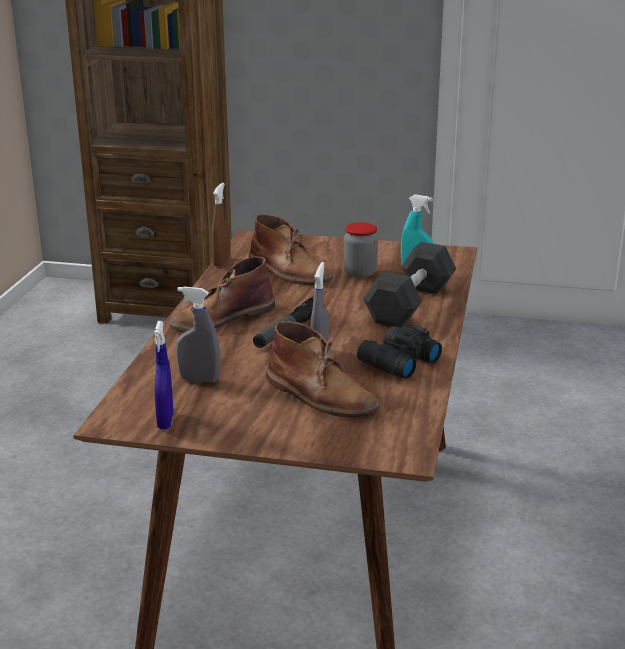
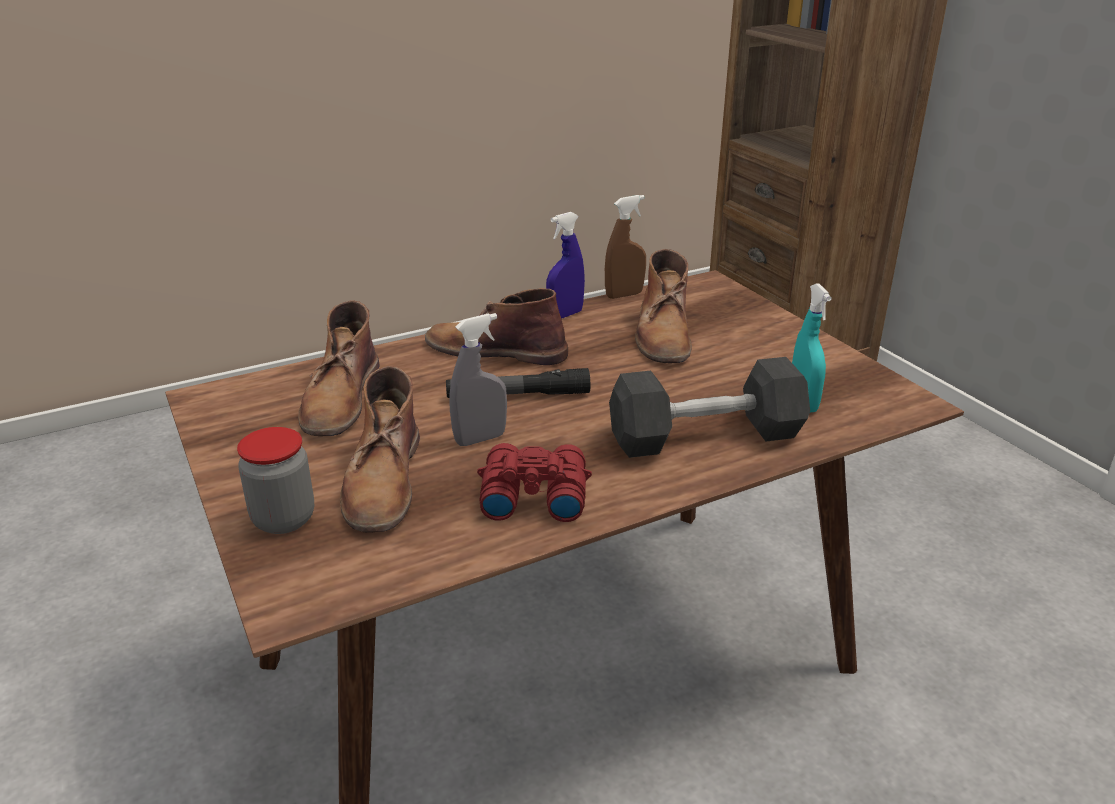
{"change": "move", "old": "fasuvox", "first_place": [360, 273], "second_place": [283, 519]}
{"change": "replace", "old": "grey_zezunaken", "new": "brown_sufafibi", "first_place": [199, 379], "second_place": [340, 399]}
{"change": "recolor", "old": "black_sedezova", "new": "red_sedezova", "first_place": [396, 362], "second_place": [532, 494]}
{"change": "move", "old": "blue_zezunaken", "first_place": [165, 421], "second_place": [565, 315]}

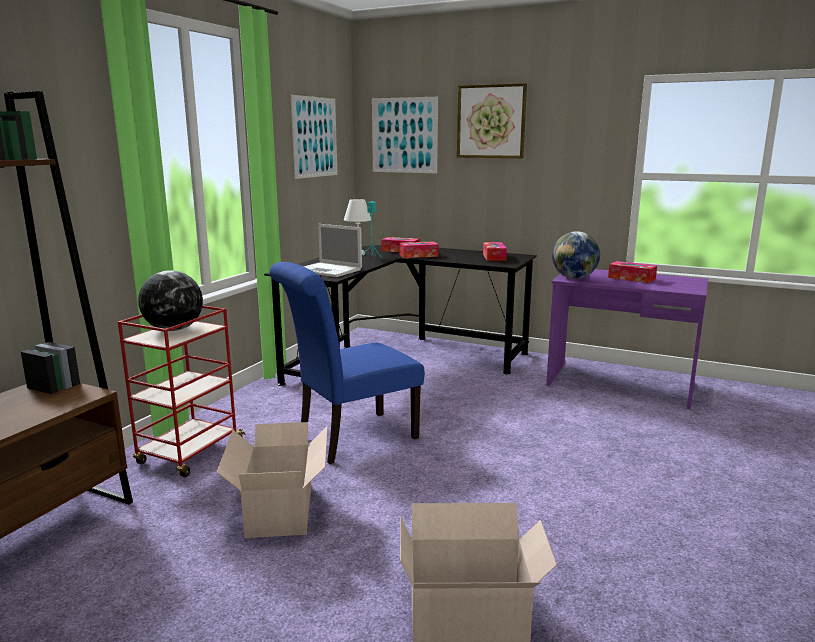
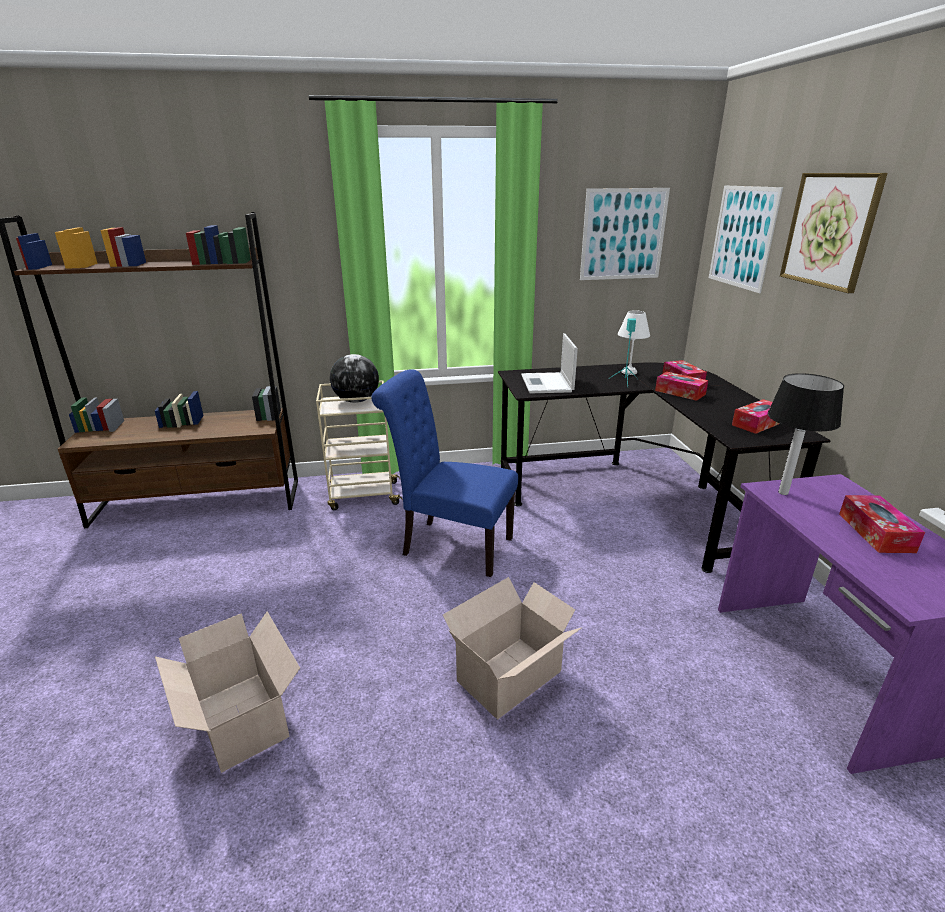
{"change": "recolor", "old": "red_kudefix", "new": "beige_kudefix", "first_place": [190, 454], "second_place": [363, 496]}
{"change": "move", "old": "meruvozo", "first_place": [281, 509], "second_place": [512, 675]}
{"change": "replace", "old": "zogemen", "new": "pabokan", "first_place": [574, 278], "second_place": [783, 493]}

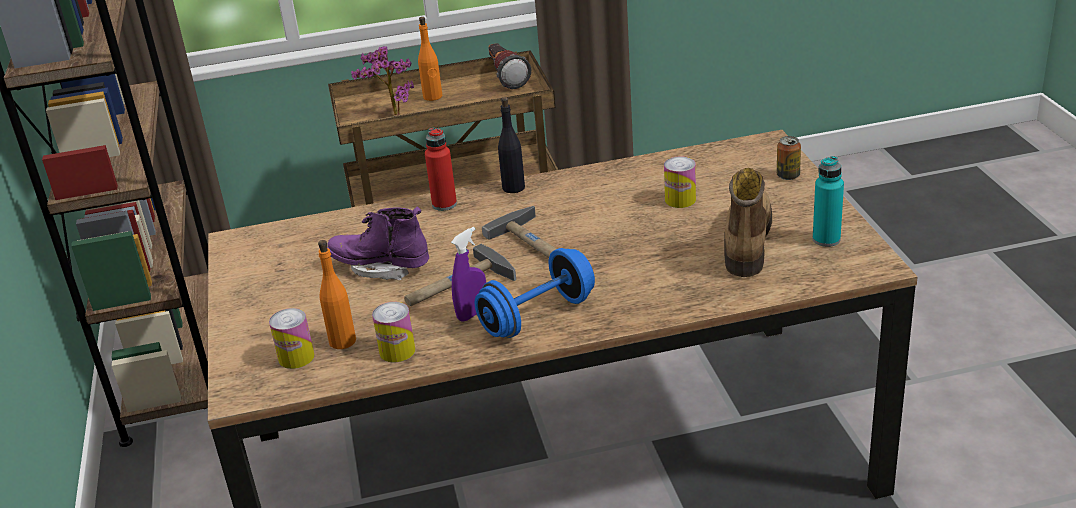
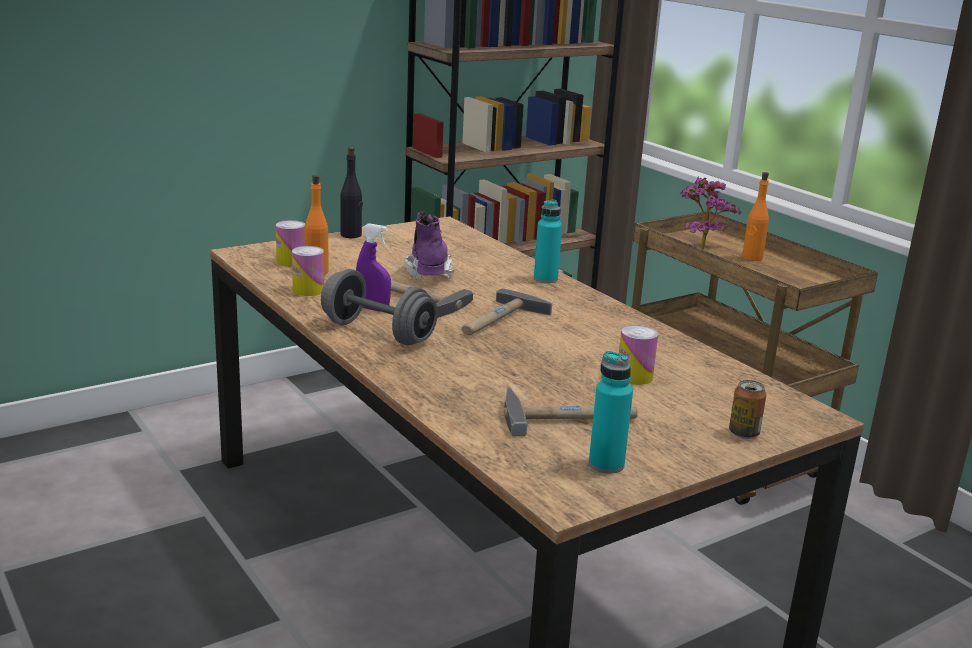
{"change": "recolor", "old": "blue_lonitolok", "new": "grey_lonitolok", "first_place": [537, 316], "second_place": [378, 333]}
{"change": "move", "old": "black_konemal", "first_place": [514, 187], "second_place": [351, 235]}
{"change": "replace", "old": "sufafibi", "new": "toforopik", "first_place": [746, 242], "second_place": [569, 417]}
{"change": "recolor", "old": "red_konemal", "new": "turquoise_konemal", "first_place": [444, 204], "second_place": [545, 279]}
{"change": "delete", "old": "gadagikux", "first_place": [505, 76]}

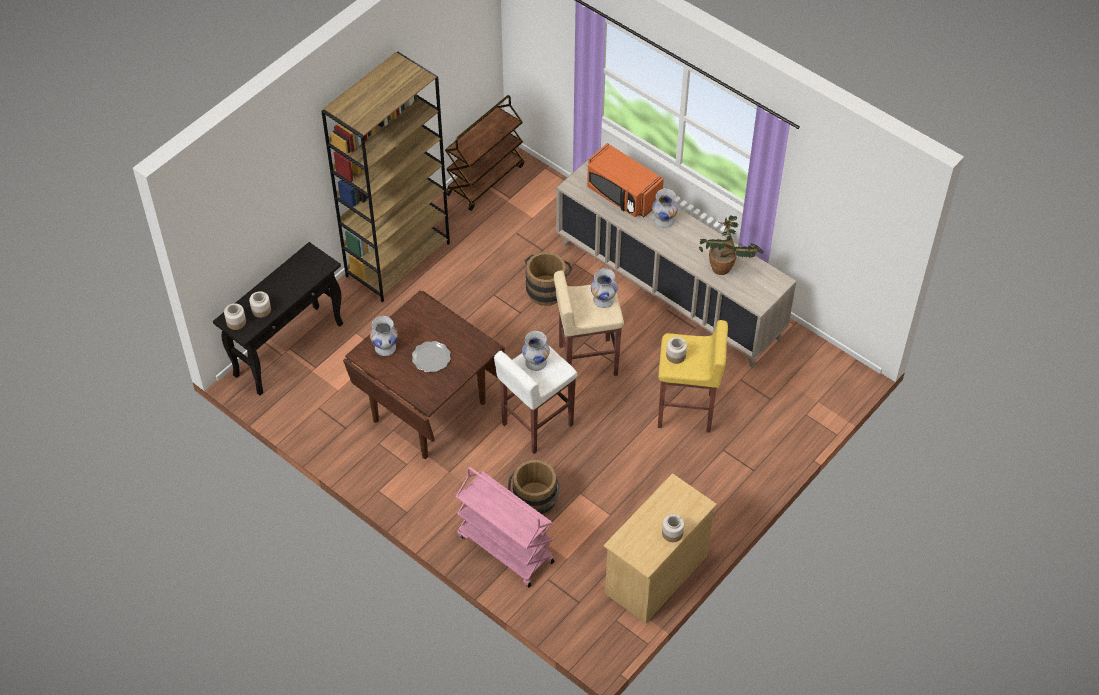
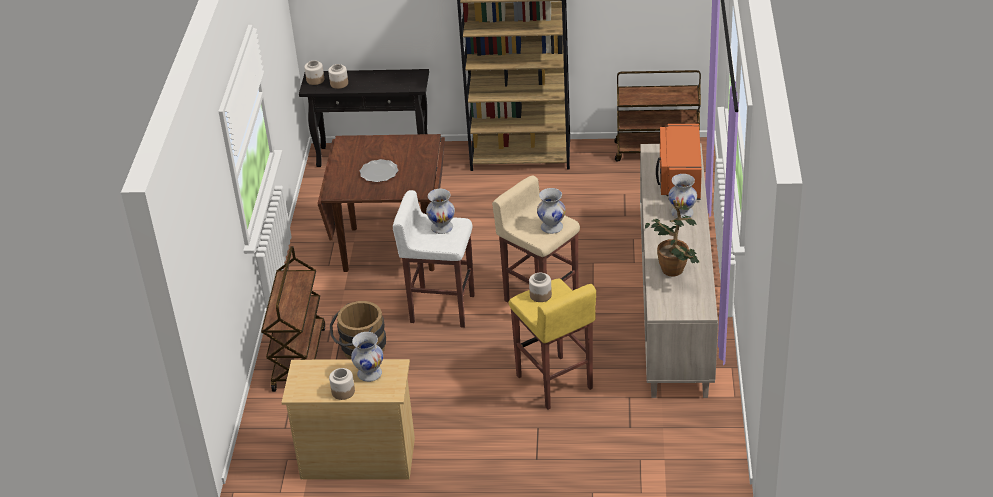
{"change": "recolor", "old": "pink_kudefix", "new": "brown_kudefix", "first_place": [504, 548], "second_place": [298, 358]}
{"change": "move", "old": "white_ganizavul", "first_place": [385, 348], "second_place": [369, 373]}
{"change": "delete", "old": "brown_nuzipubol", "first_place": [547, 288]}

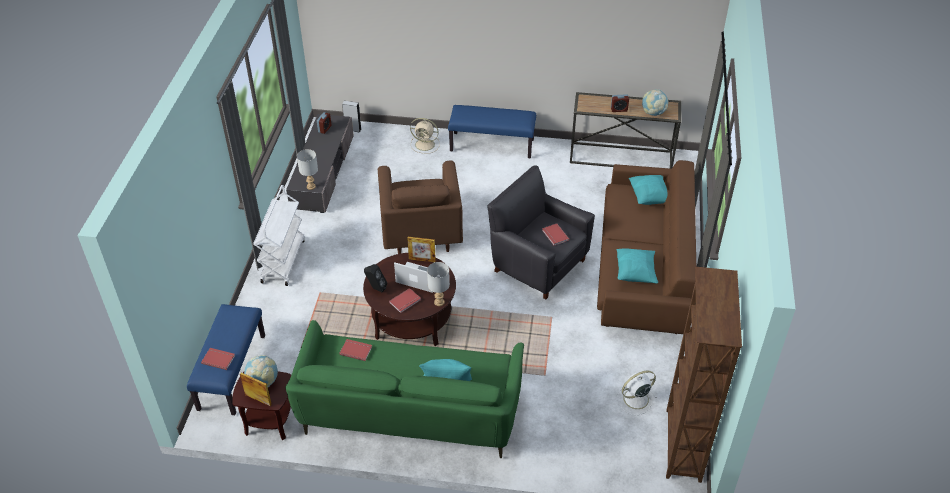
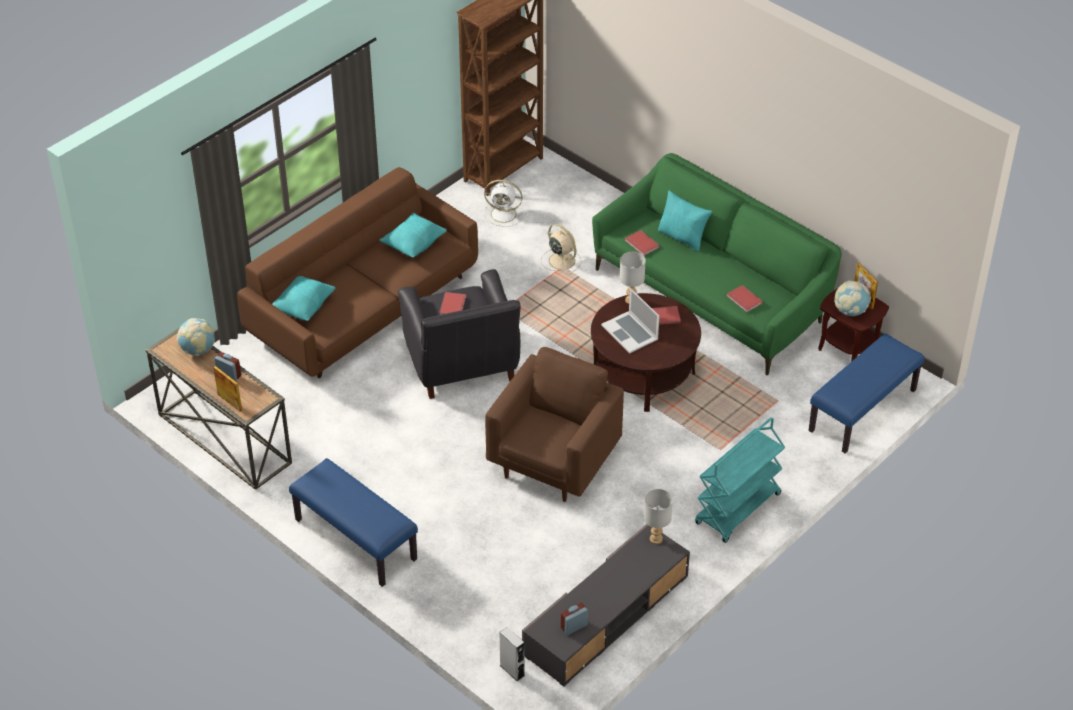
{"change": "move", "old": "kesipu", "first_place": [422, 260], "second_place": [229, 402]}
{"change": "move", "old": "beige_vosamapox", "first_place": [425, 145], "second_place": [561, 260]}
{"change": "move", "old": "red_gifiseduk", "first_place": [218, 359], "second_place": [641, 244]}
{"change": "recolor", "old": "white_kudefix", "new": "turquoise_kudefix", "first_place": [283, 260], "second_place": [738, 510]}
{"change": "delete", "old": "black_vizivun", "first_place": [376, 288]}

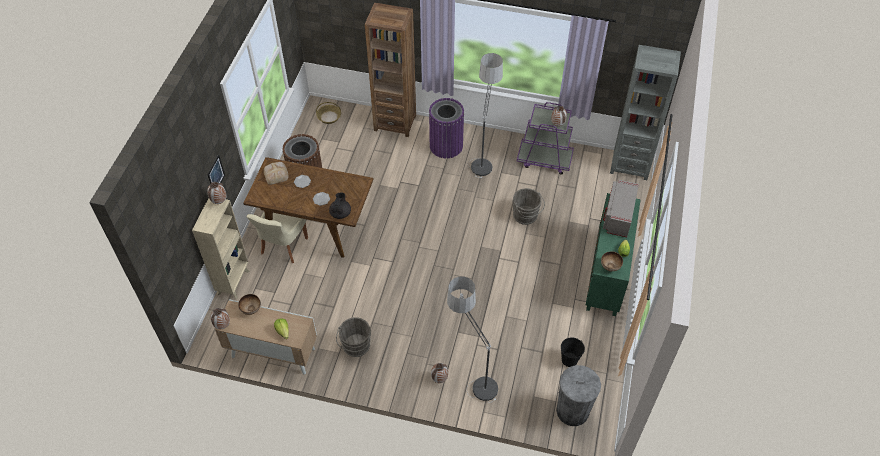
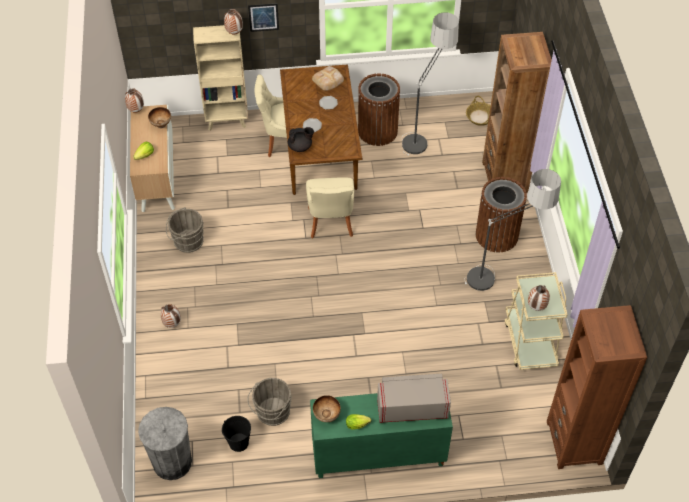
{"change": "move", "old": "grey_nuzipubol", "first_place": [526, 216], "second_place": [271, 413]}
{"change": "insert", "new": "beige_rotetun", "second_place": [331, 223]}
{"change": "move", "old": "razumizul", "first_place": [471, 375], "second_place": [424, 132]}
{"change": "recolor", "old": "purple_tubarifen", "new": "brown_tubarifen", "first_place": [446, 146], "second_place": [497, 235]}
{"change": "recolor", "old": "purple_kudefix", "new": "beige_kudefix", "first_place": [544, 159], "second_place": [530, 342]}
{"change": "recolor", "old": "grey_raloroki", "new": "brown_raloroki", "first_place": [630, 165], "second_place": [574, 442]}

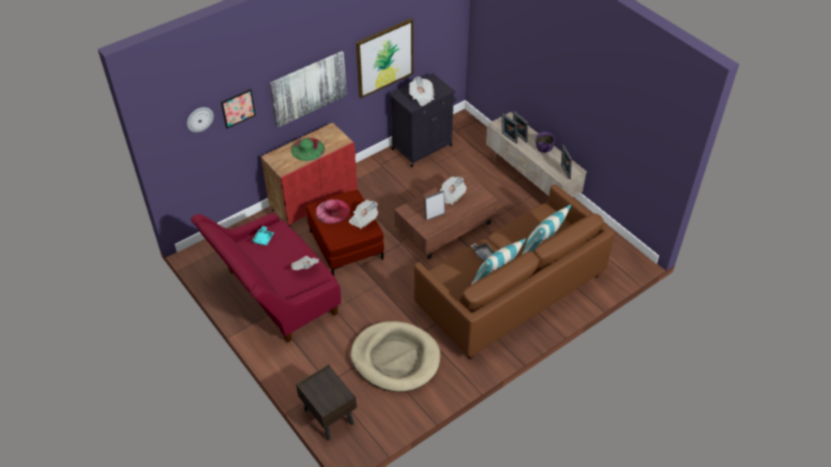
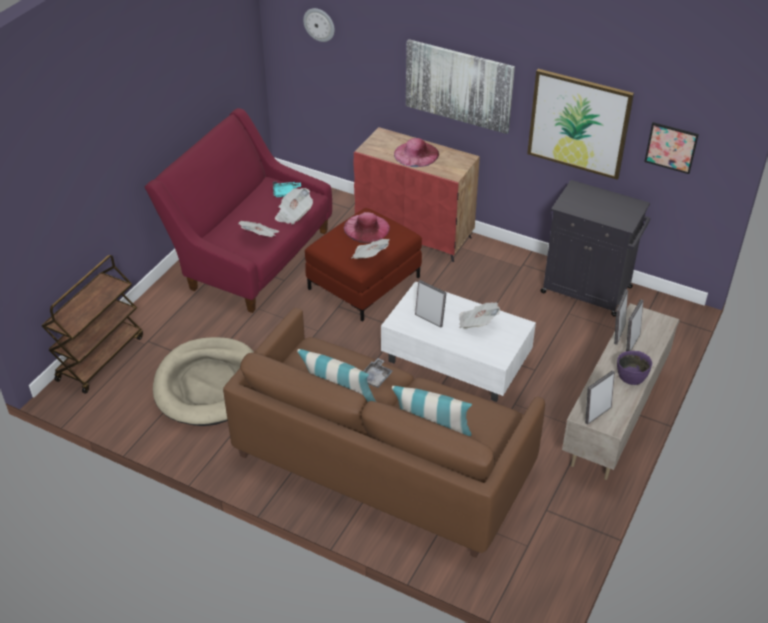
{"change": "replace", "old": "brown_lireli", "new": "brown_kudefix", "first_place": [328, 416], "second_place": [100, 357]}
{"change": "move", "old": "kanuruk", "first_place": [421, 97], "second_place": [293, 214]}
{"change": "recolor", "old": "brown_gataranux", "new": "white_gataranux", "first_place": [444, 227], "second_place": [455, 359]}
{"change": "recolor", "old": "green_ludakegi", "new": "pink_ludakegi", "first_place": [307, 149], "second_place": [416, 154]}
{"change": "move", "old": "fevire", "first_place": [238, 108], "second_place": [671, 147]}

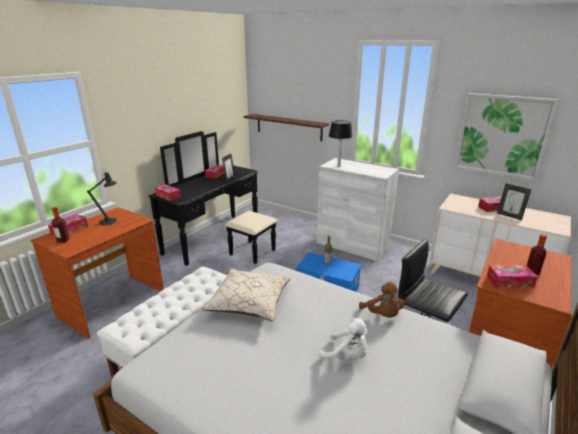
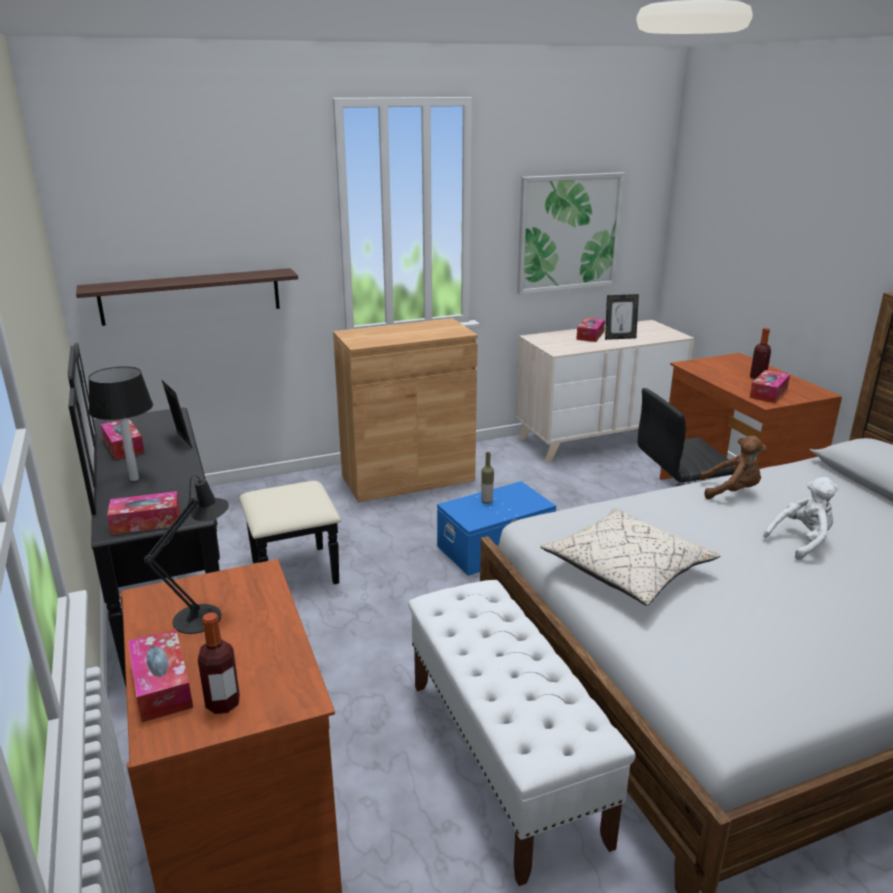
{"change": "move", "old": "pabokan", "first_place": [338, 166], "second_place": [133, 479]}
{"change": "recolor", "old": "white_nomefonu", "new": "brown_nomefonu", "first_place": [352, 245], "second_place": [408, 478]}

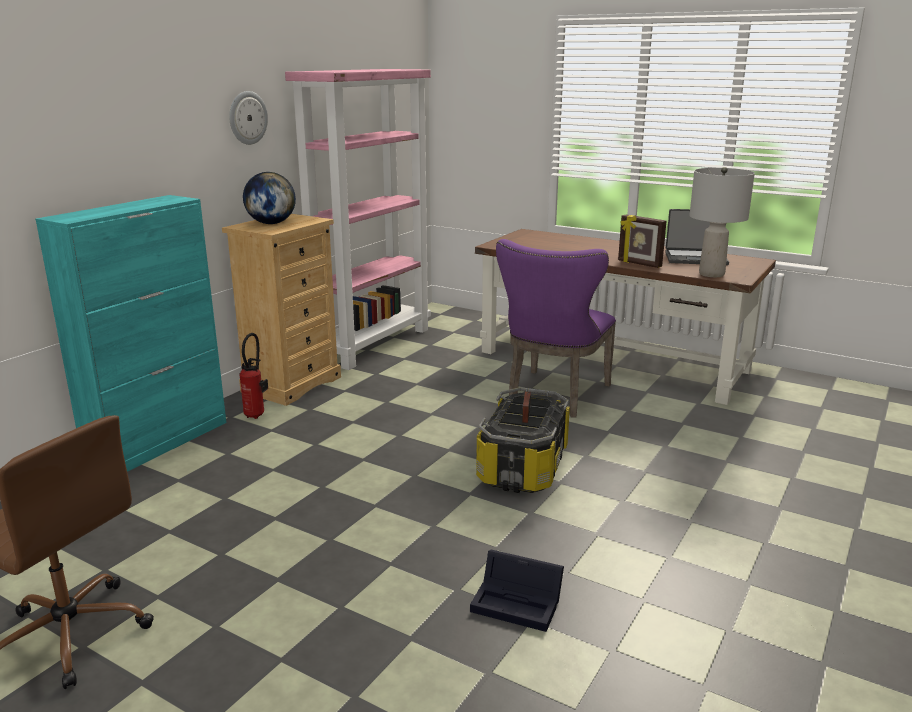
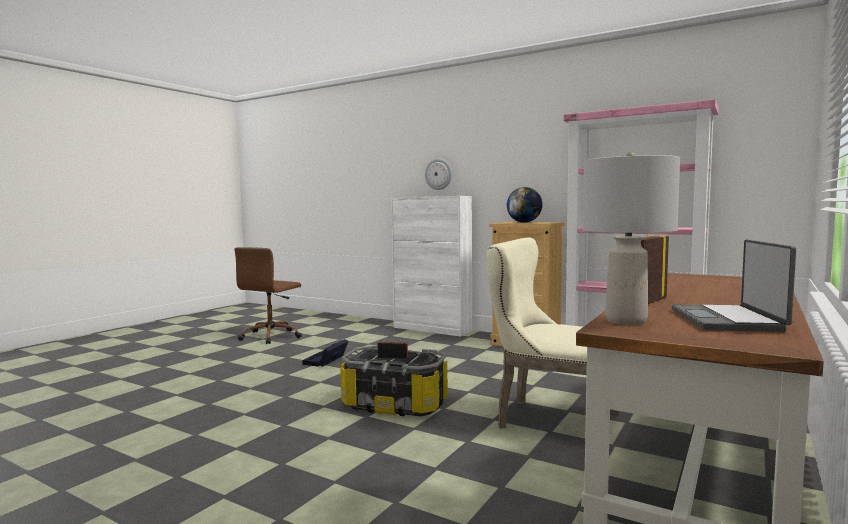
{"change": "move", "old": "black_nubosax", "first_place": [519, 603], "second_place": [325, 361]}
{"change": "recolor", "old": "turquoise_nomefonu", "new": "white_nomefonu", "first_place": [160, 443], "second_place": [432, 329]}
{"change": "move", "old": "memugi", "first_place": [247, 118], "second_place": [438, 174]}
{"change": "recolor", "old": "purple_rotetun", "new": "beige_rotetun", "first_place": [554, 396], "second_place": [550, 420]}
{"change": "delete", "old": "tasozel", "first_place": [257, 414]}

